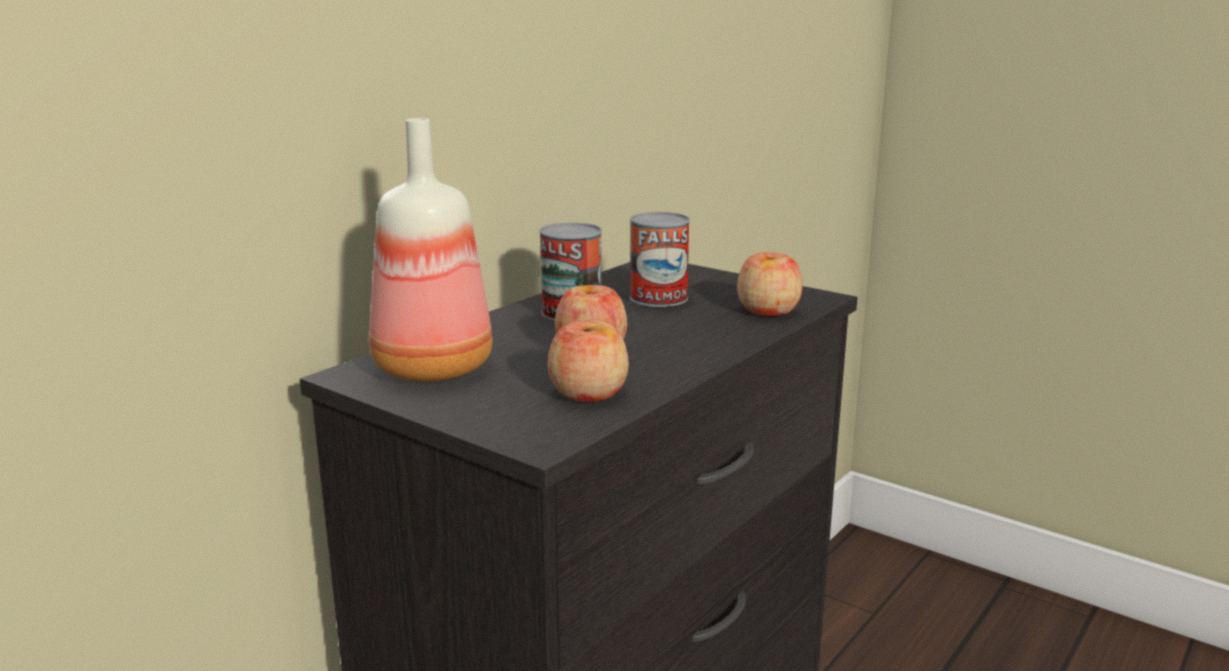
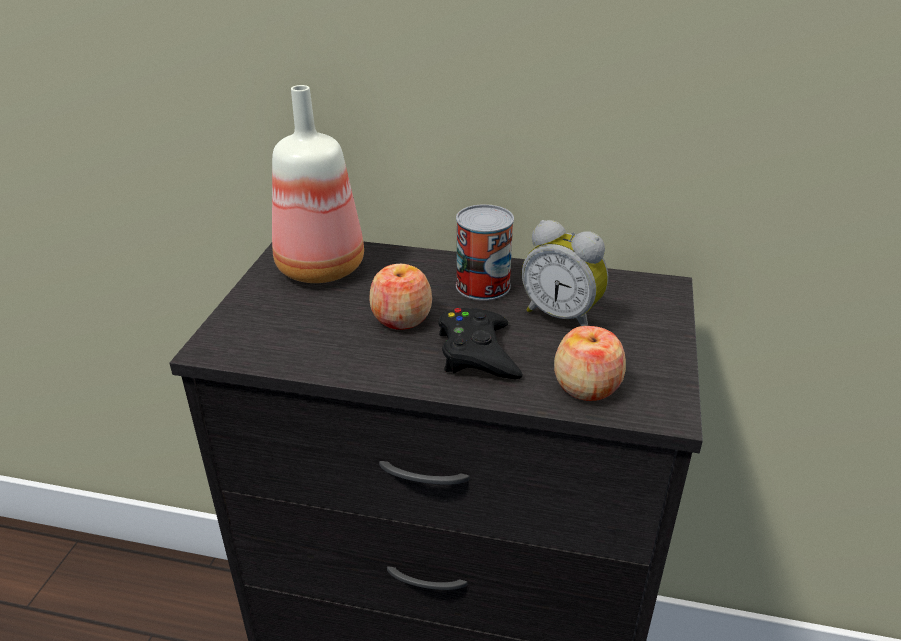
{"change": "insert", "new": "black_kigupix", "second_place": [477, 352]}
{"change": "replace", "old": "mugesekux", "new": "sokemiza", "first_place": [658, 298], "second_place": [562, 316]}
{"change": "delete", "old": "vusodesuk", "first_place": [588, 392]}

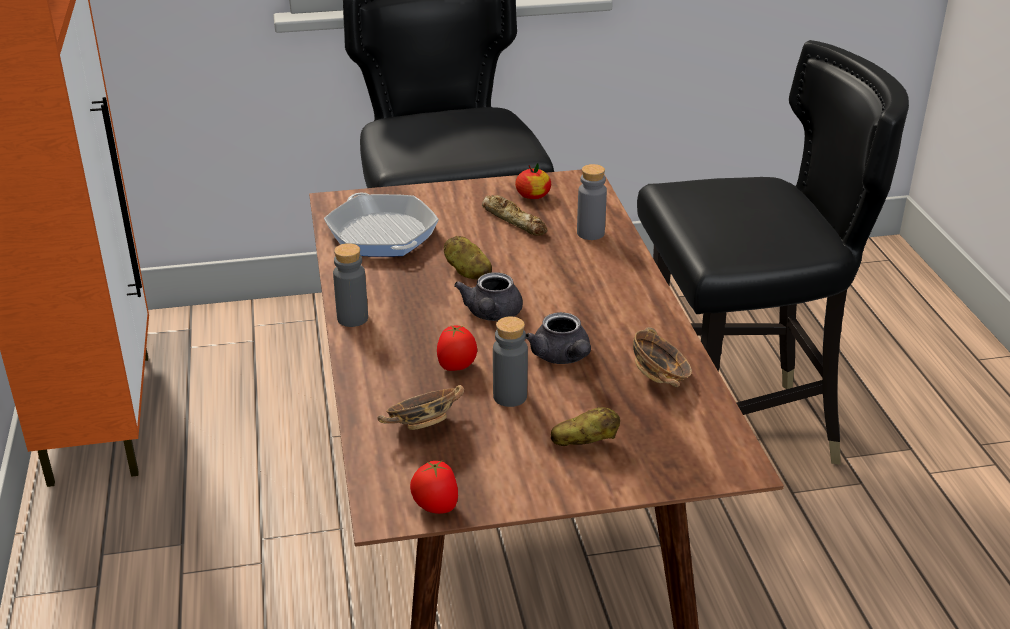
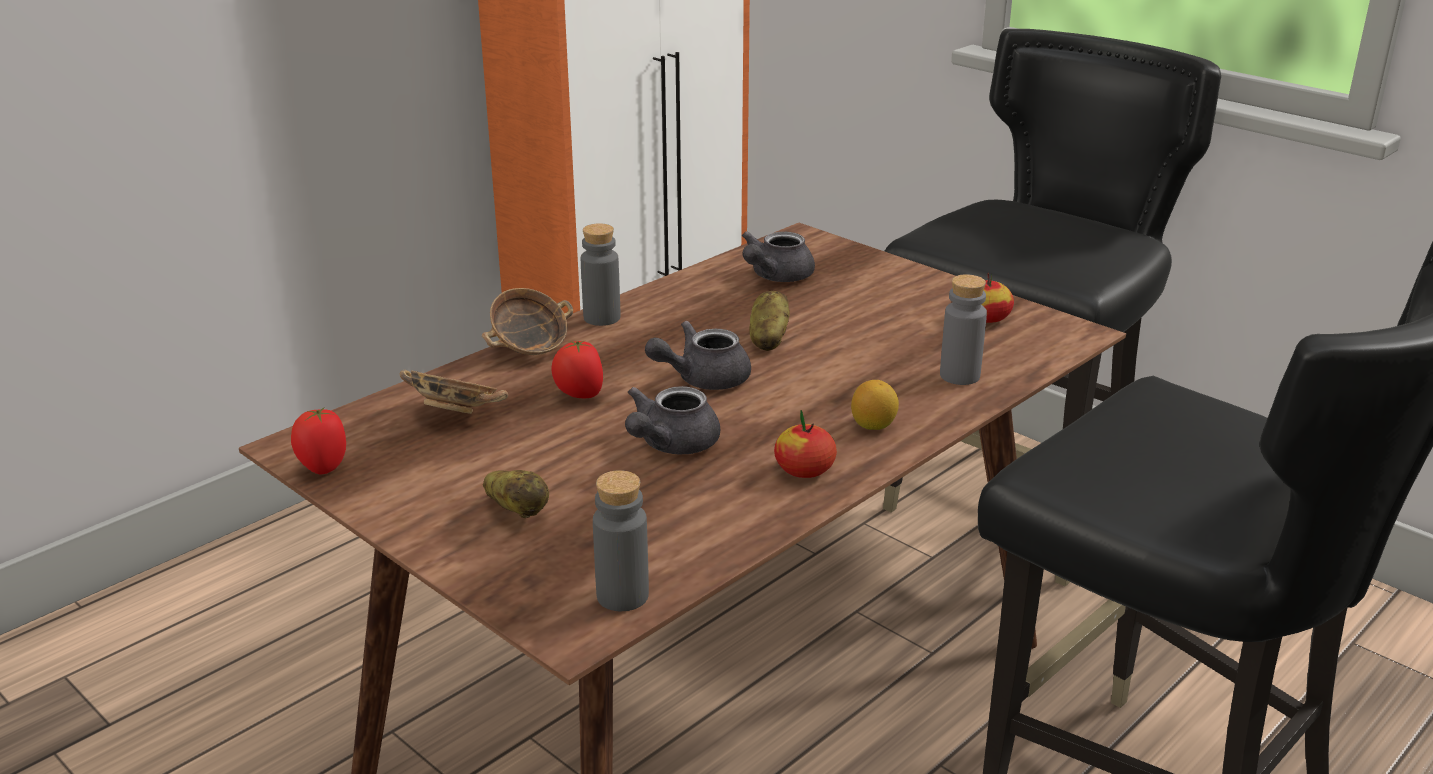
{"change": "move", "old": "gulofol", "first_place": [660, 377], "second_place": [530, 350]}
{"change": "move", "old": "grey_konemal", "first_place": [510, 396], "second_place": [622, 596]}
{"change": "replace", "old": "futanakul", "new": "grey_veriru", "first_place": [382, 234], "second_place": [775, 277]}
{"change": "insert", "new": "vusodesuk", "second_place": [804, 470]}
{"change": "insert", "new": "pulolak", "second_place": [873, 426]}
{"change": "delete", "old": "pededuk", "first_place": [514, 220]}

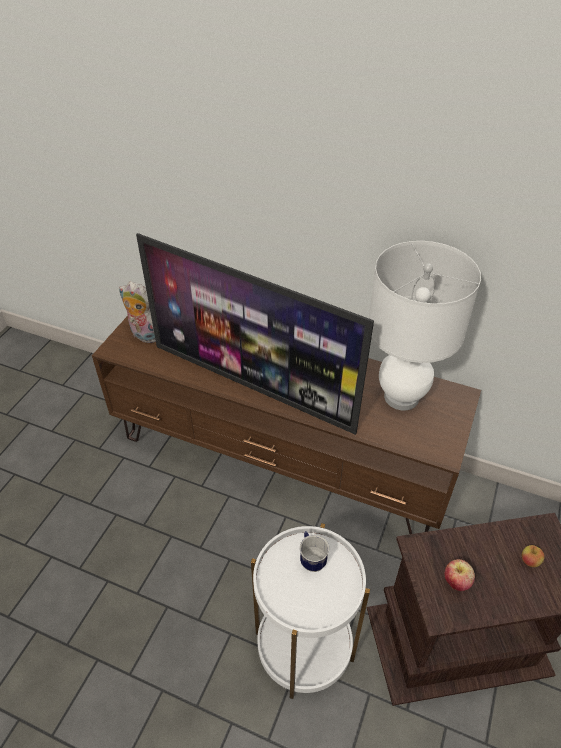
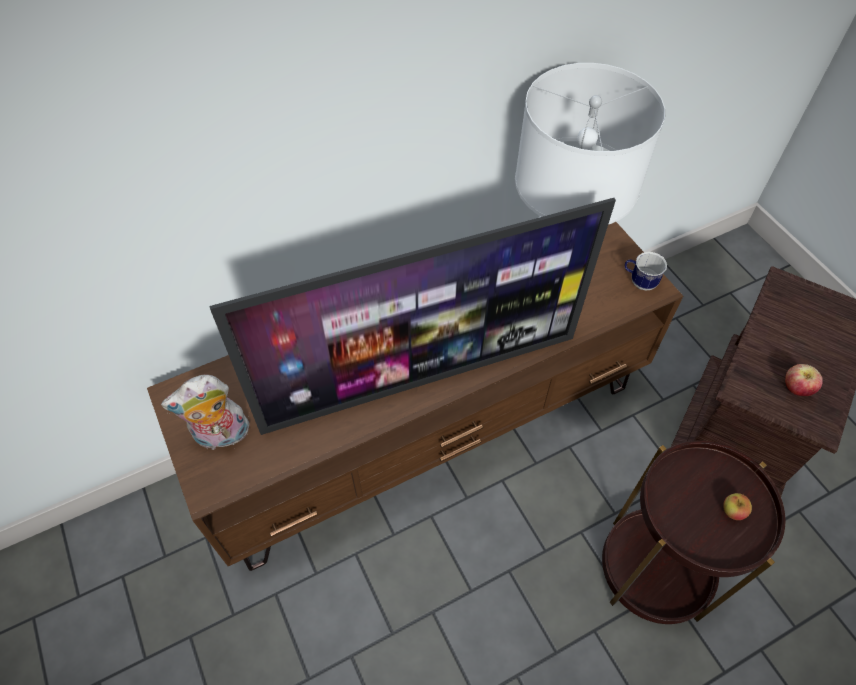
{"change": "recolor", "old": "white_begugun", "new": "brown_begugun", "first_place": [304, 646], "second_place": [654, 569]}
{"change": "move", "old": "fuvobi", "first_place": [311, 558], "second_place": [639, 282]}
{"change": "move", "old": "vusodesuk", "first_place": [529, 561], "second_place": [732, 511]}

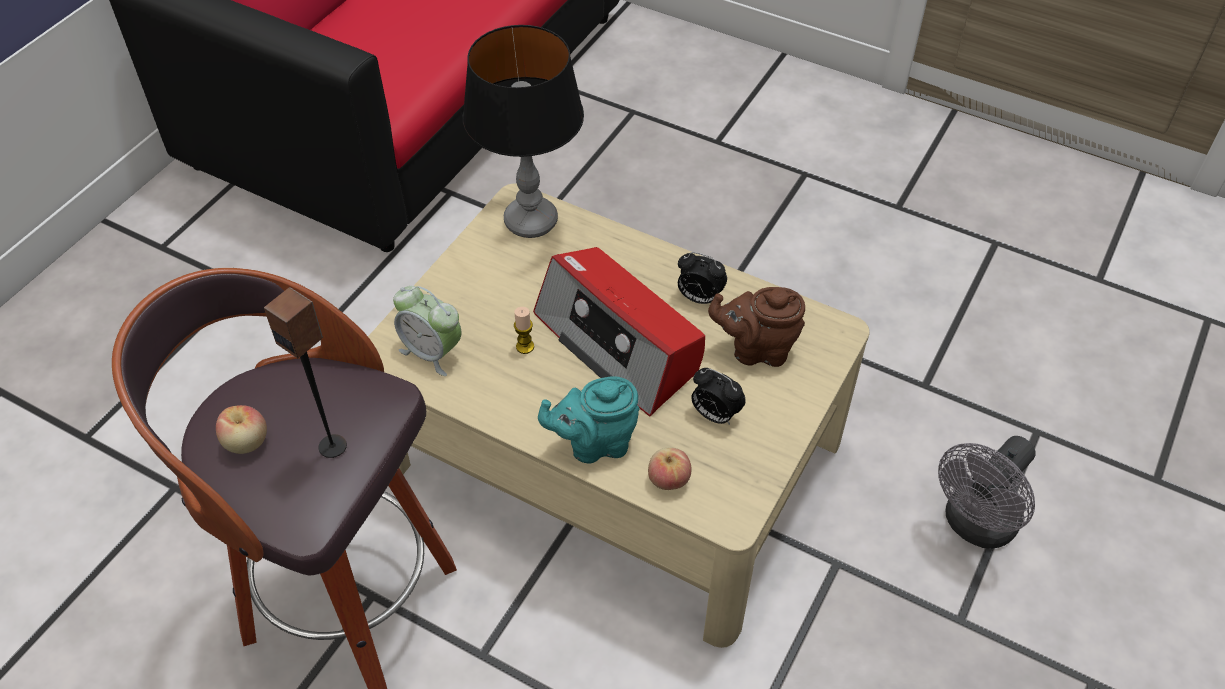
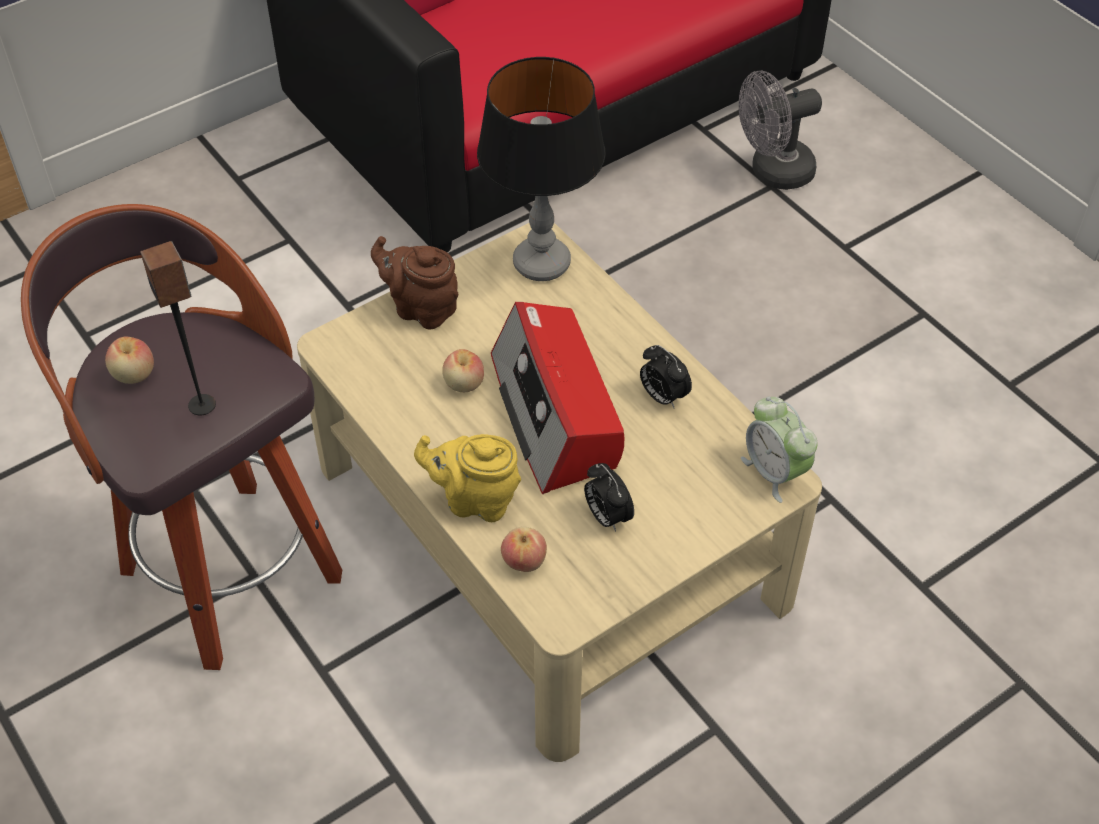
{"change": "move", "old": "brown_veriru", "first_place": [756, 349], "second_place": [421, 308]}
{"change": "recolor", "old": "turquoise_veriru", "new": "yellow_veriru", "first_place": [595, 443], "second_place": [475, 500]}
{"change": "replace", "old": "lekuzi", "new": "vusodesuk", "first_place": [525, 346], "second_place": [464, 384]}
{"change": "move", "old": "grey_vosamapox", "first_place": [975, 526], "second_place": [773, 173]}
{"change": "move", "old": "sokemiza", "first_place": [432, 352], "second_place": [774, 472]}

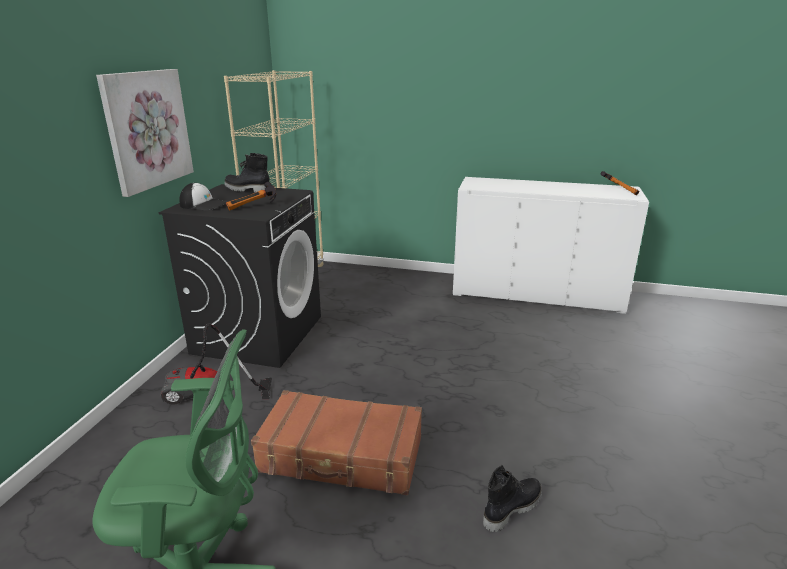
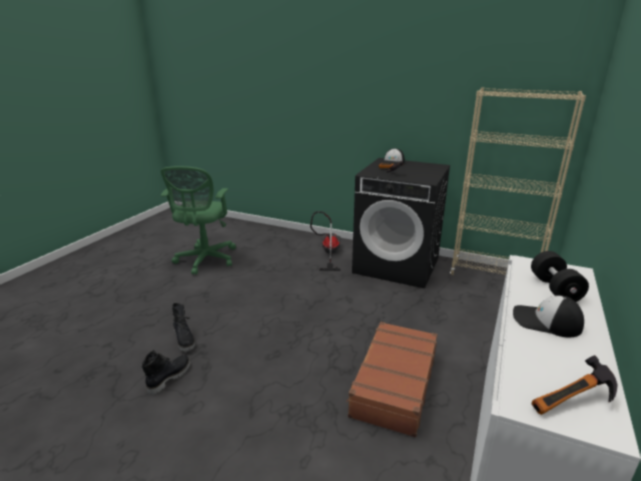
{"change": "move", "old": "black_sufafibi", "first_place": [247, 190], "second_place": [169, 377]}
{"change": "move", "old": "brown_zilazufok", "first_place": [341, 455], "second_place": [393, 384]}
{"change": "insert", "new": "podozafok", "second_place": [546, 321]}
{"change": "insert", "new": "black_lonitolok", "second_place": [554, 289]}
{"change": "delete", "old": "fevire", "first_place": [147, 129]}

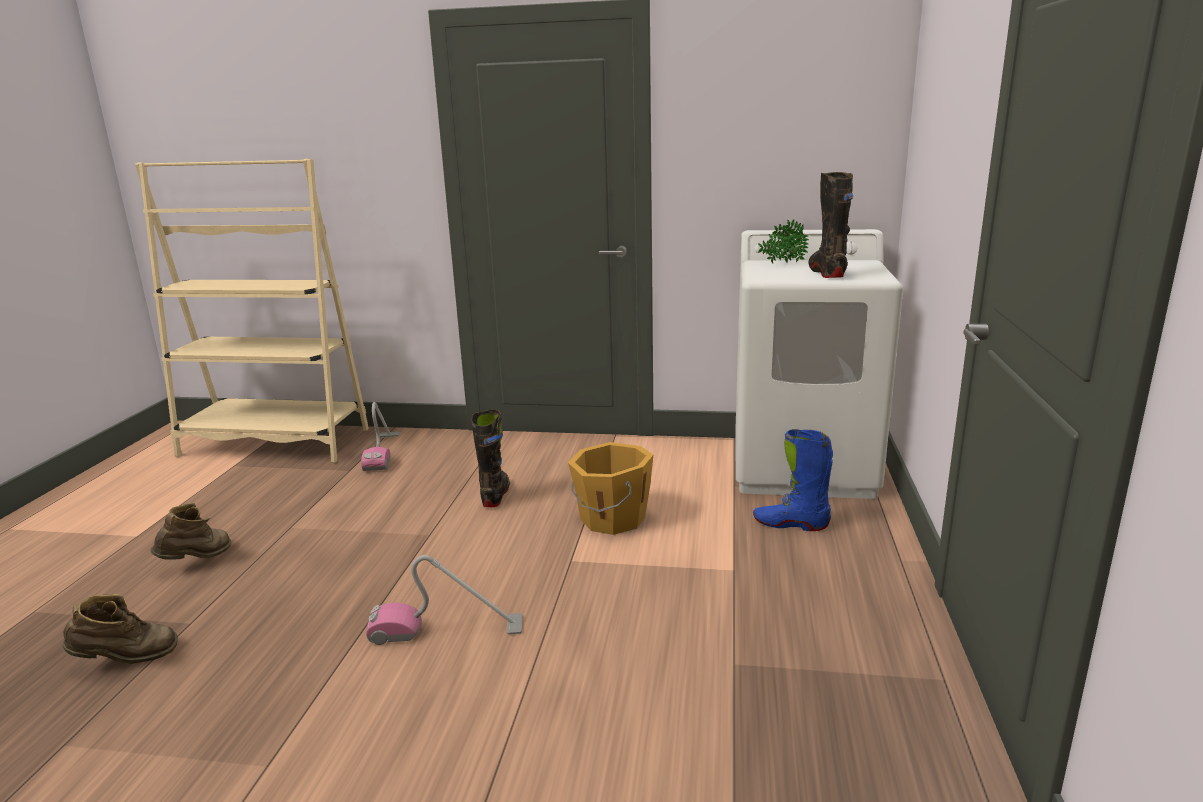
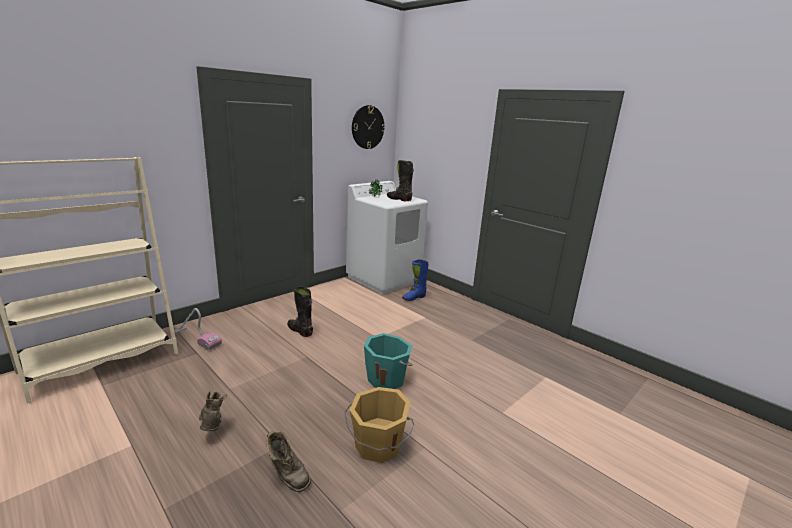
{"change": "rotate", "old": "brown_sufafibi", "first_place": [126, 660], "second_place": [287, 475], "degrees": 120}
{"change": "move", "old": "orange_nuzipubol", "first_place": [611, 519], "second_place": [378, 445]}
{"change": "insert", "new": "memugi", "second_place": [367, 127]}
{"change": "replace", "old": "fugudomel", "new": "turquoise_nuzipubol", "first_place": [446, 630], "second_place": [387, 378]}

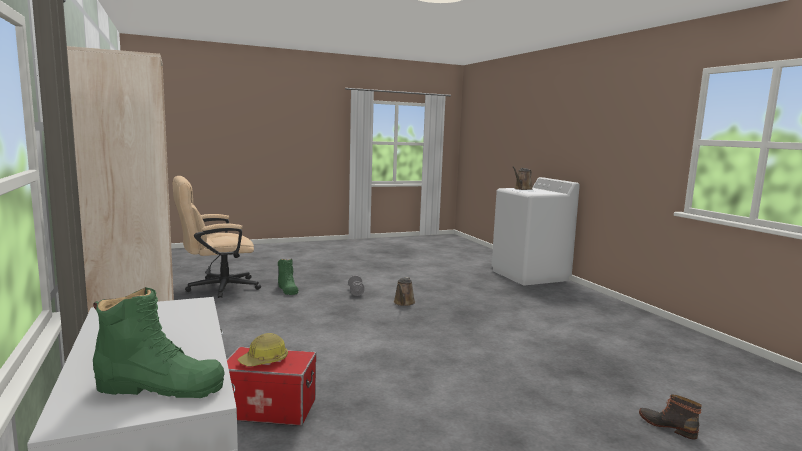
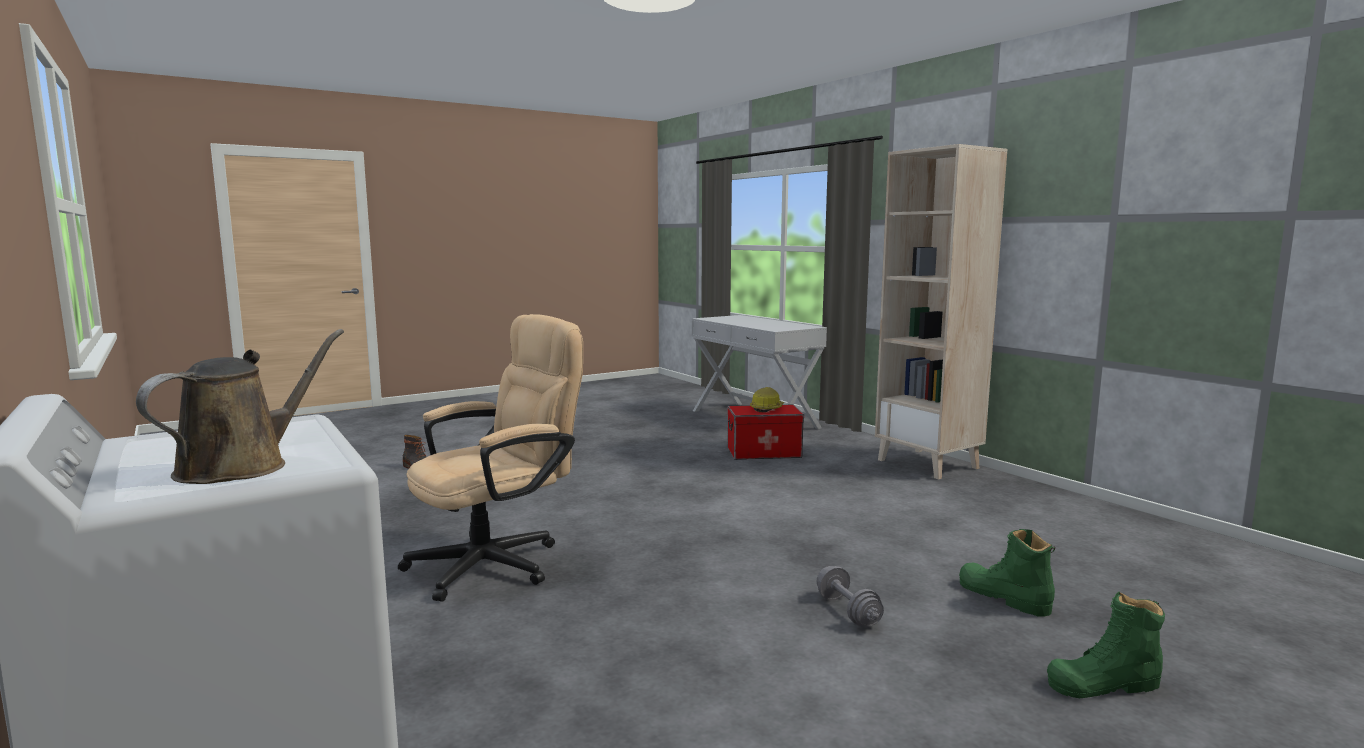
{"change": "move", "old": "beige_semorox", "first_place": [216, 288], "second_place": [498, 562]}
{"change": "move", "old": "green_sufafibi", "first_place": [161, 387], "second_place": [1103, 684]}
{"change": "delete", "old": "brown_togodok", "first_place": [403, 303]}

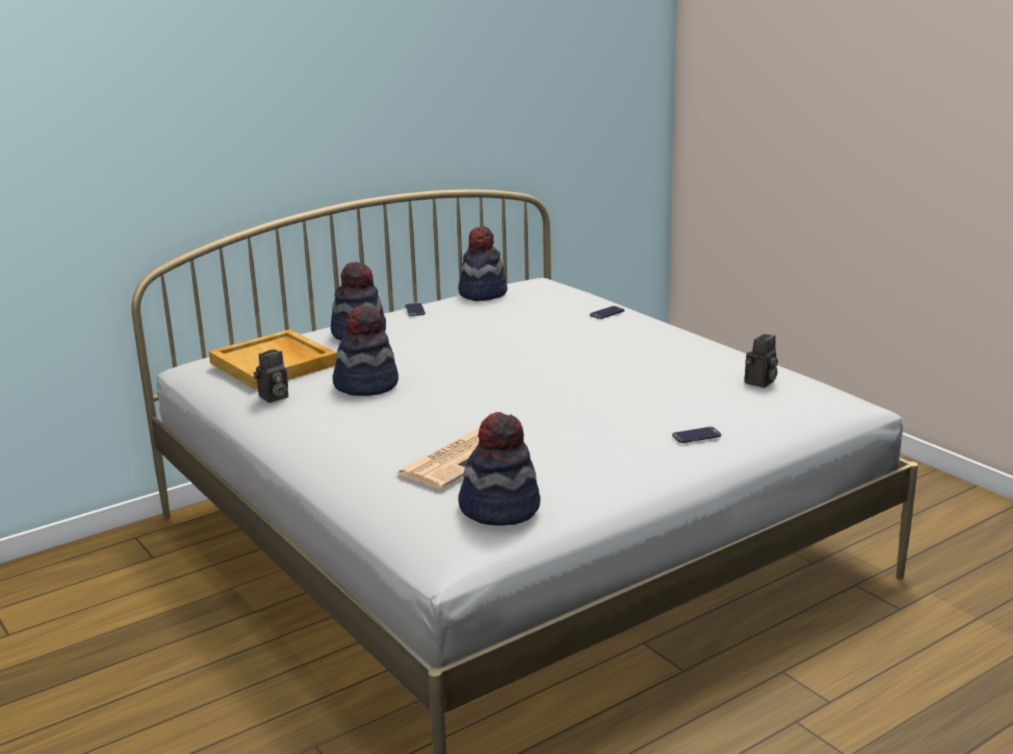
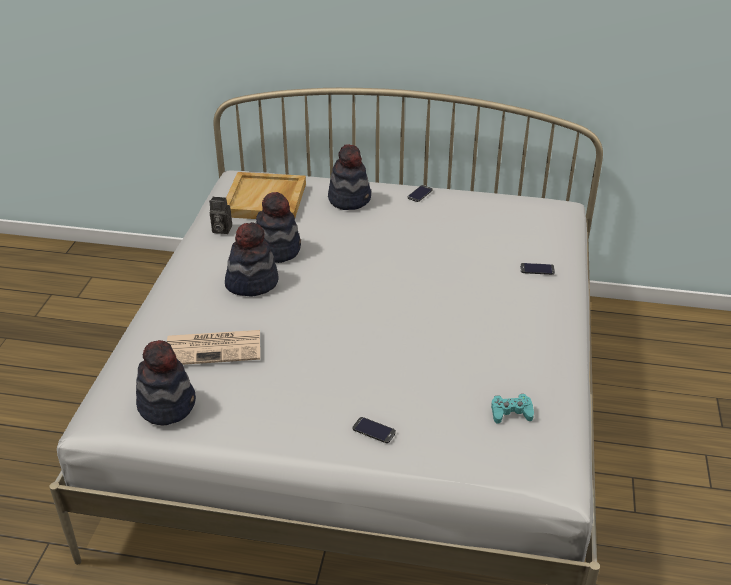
{"change": "move", "old": "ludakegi", "first_place": [482, 293], "second_place": [252, 282]}
{"change": "replace", "old": "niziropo", "new": "turquoise_kigupix", "first_place": [760, 383], "second_place": [511, 412]}

